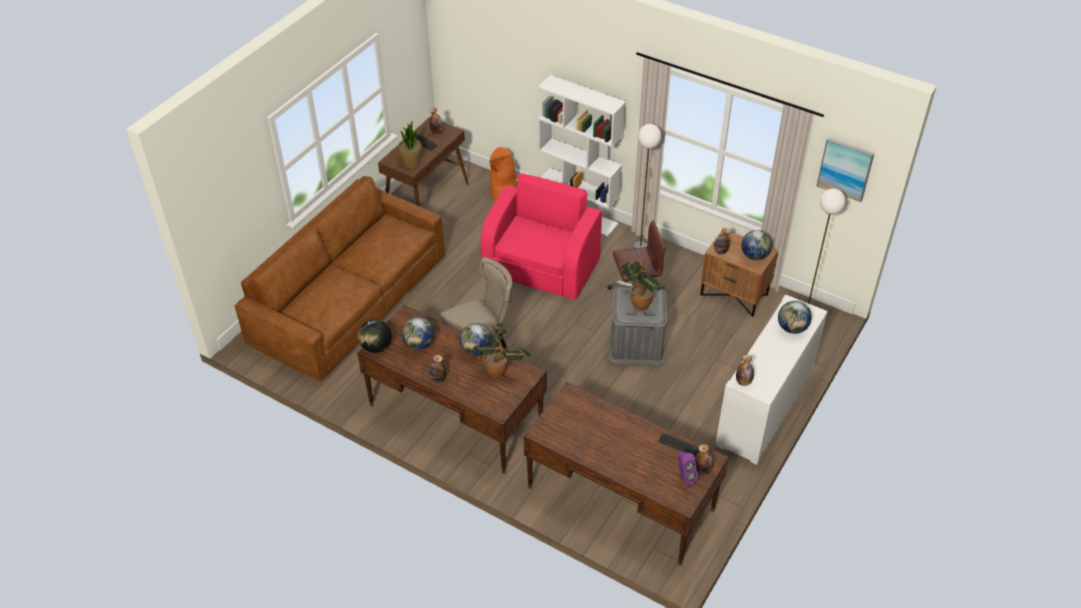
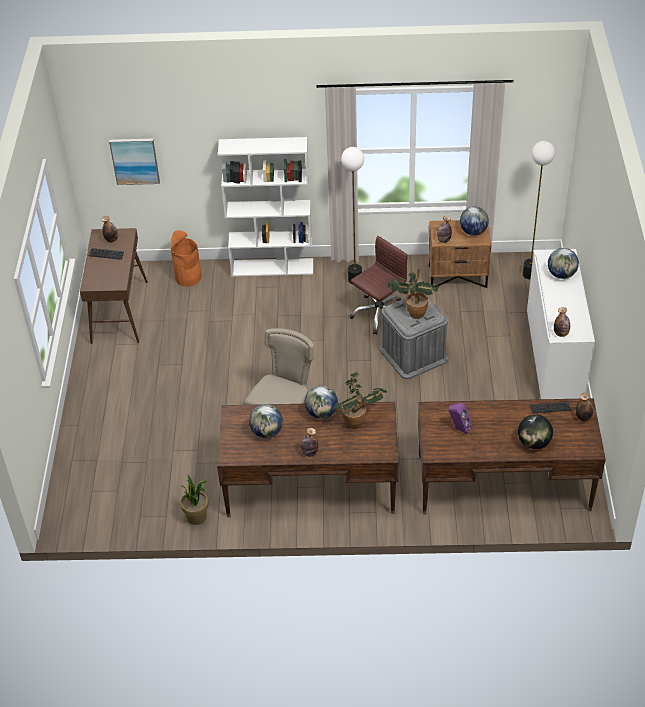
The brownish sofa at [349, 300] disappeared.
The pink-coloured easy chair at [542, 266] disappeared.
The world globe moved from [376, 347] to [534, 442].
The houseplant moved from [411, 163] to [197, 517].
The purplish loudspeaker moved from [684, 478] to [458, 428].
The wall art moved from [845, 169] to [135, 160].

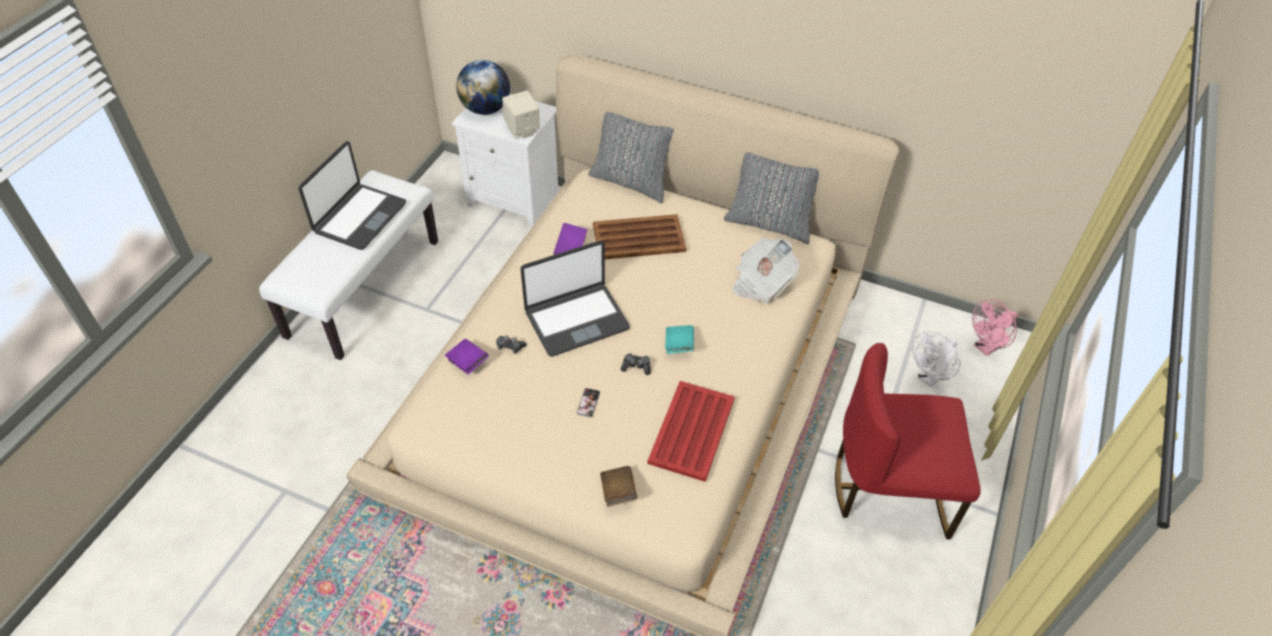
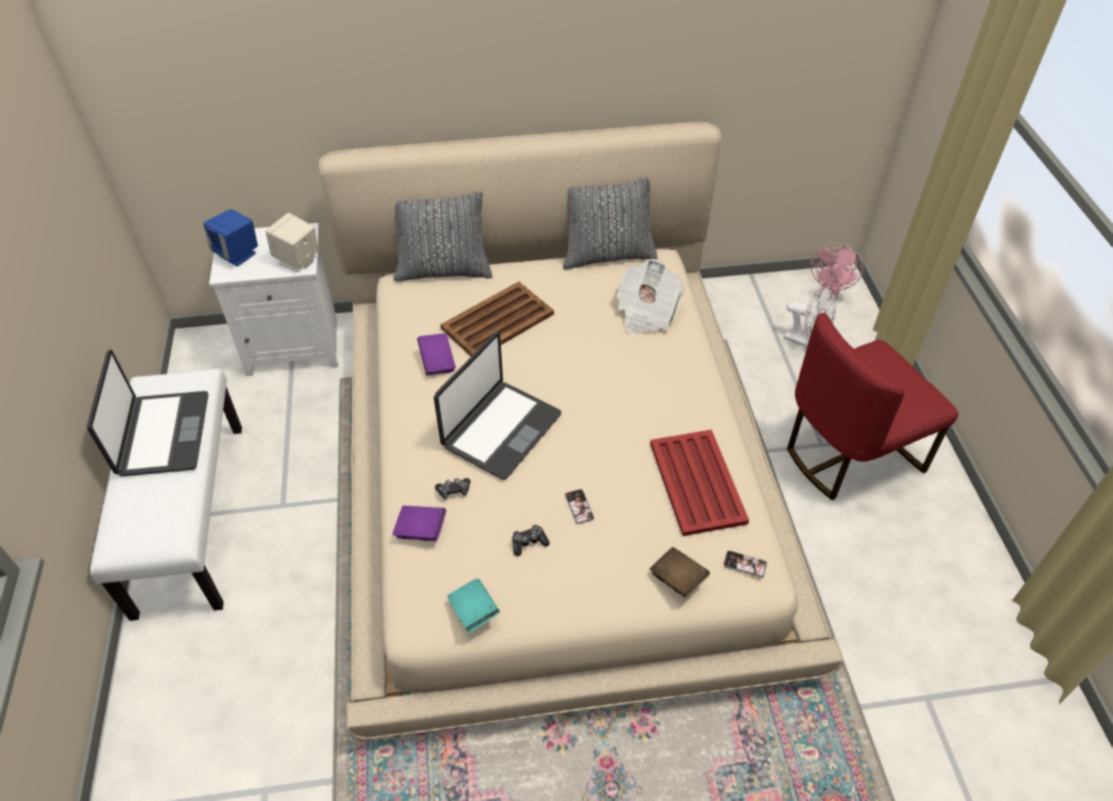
The telephone at [744, 564] appeared.
The gamepad moved from [636, 367] to [529, 543].
The turquoise volume moved from [679, 346] to [473, 611].
The world globe at [486, 109] was replaced by the bluish loudspeaker at [238, 254].
The whitish electric fan at [929, 378] turned 75 degrees counterclockwise.

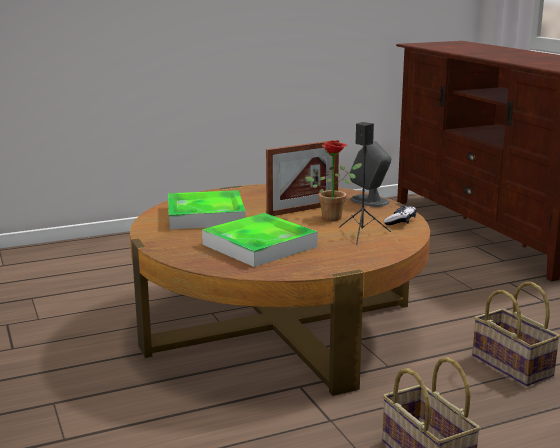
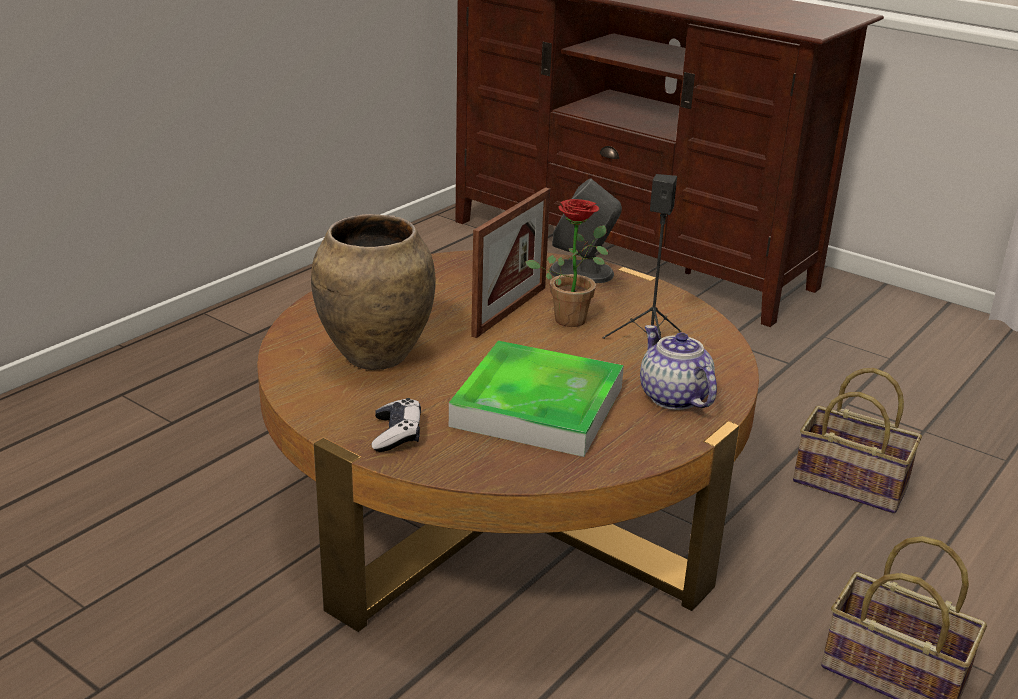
The tea pot at [672, 397] appeared.
The gamepad moved from [400, 222] to [397, 435].
The serving tray at [205, 215] was replaced by the brownish vase at [375, 357].

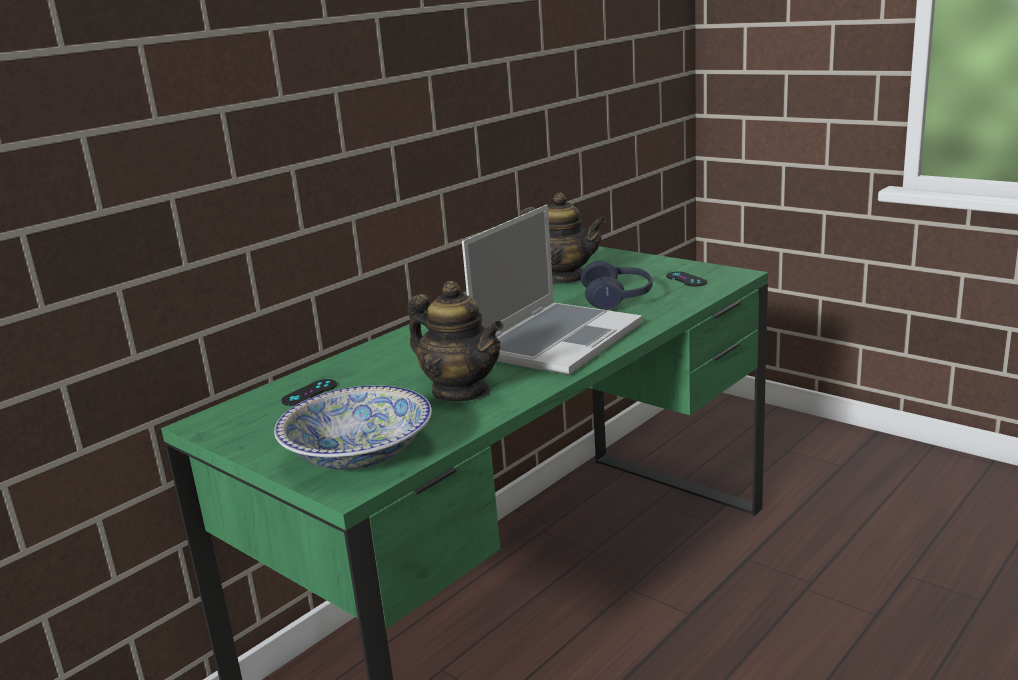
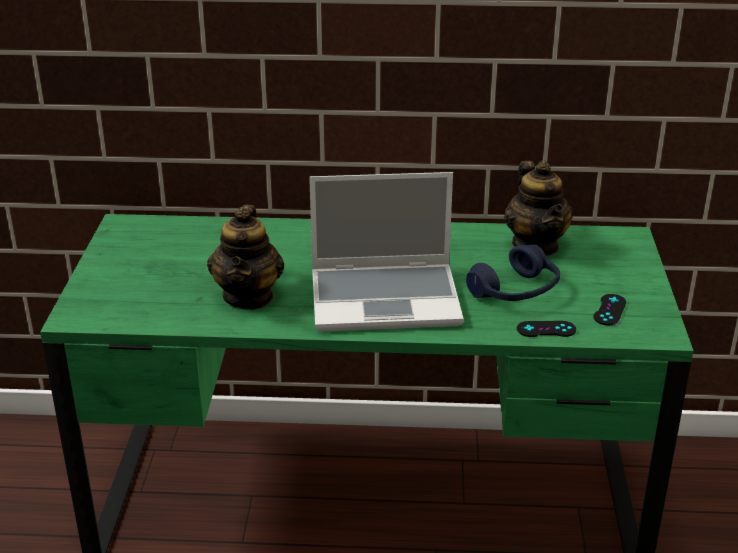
The deep dish at [358, 455] disappeared.
The black-coloured gamepad moved from [309, 393] to [546, 329].

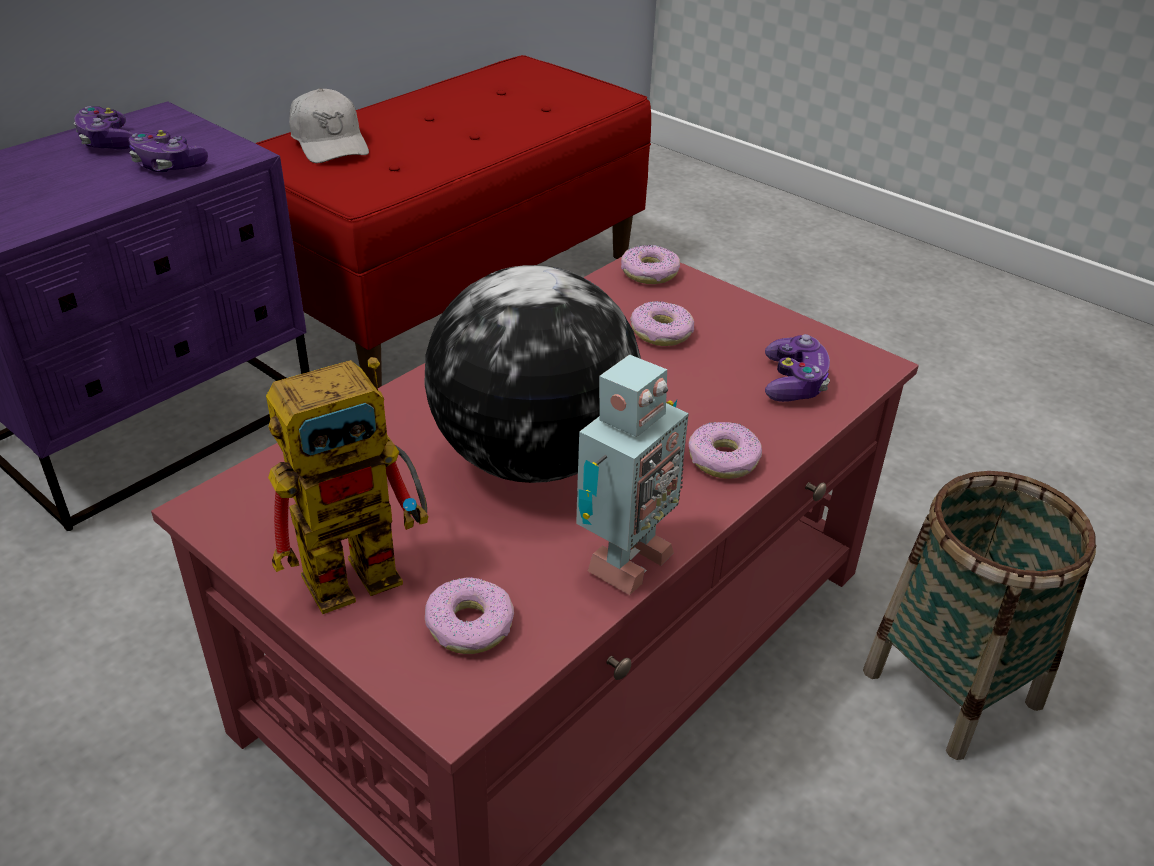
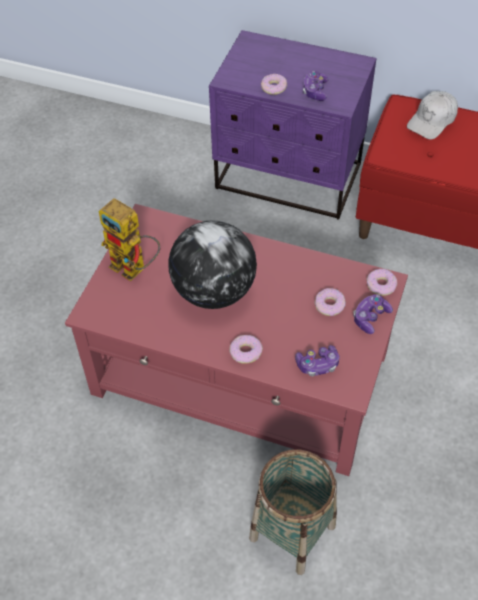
The robot figure at [622, 561] disappeared.
The gamepad moved from [107, 142] to [370, 318].
The ring doughnut moved from [470, 625] to [274, 88].

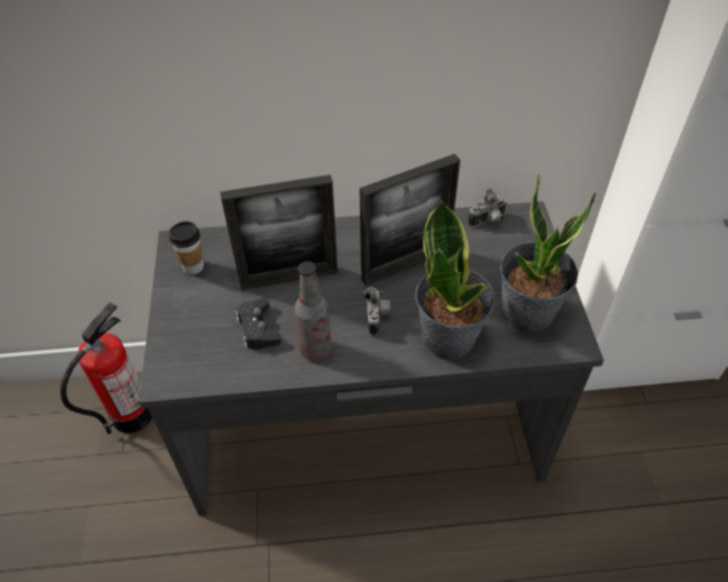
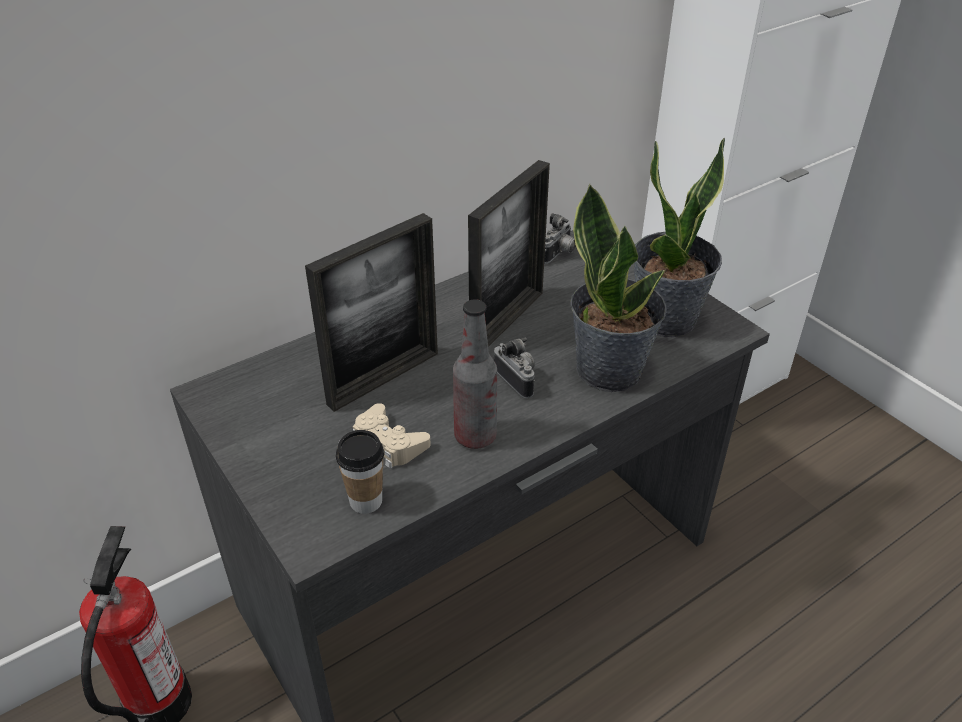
The drinking cup moved from [193, 266] to [366, 501].
The black-coloured gamepad at [258, 329] became the beige-coloured gamepad at [389, 442].

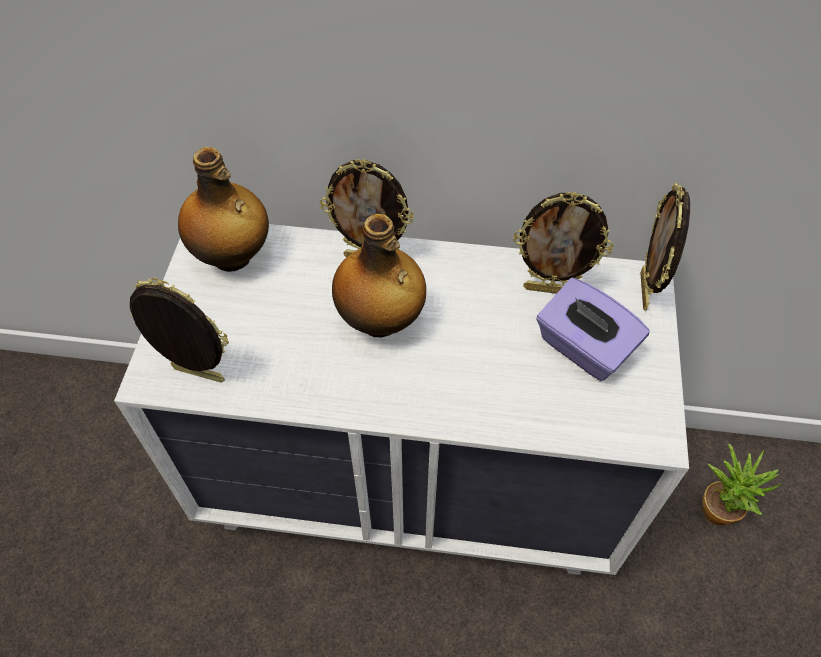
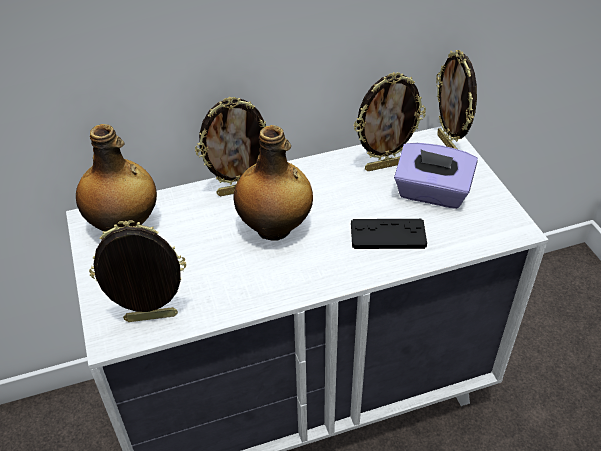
The houseplant at [720, 507] disappeared.
The black-coloured gamepad at [388, 235] appeared.

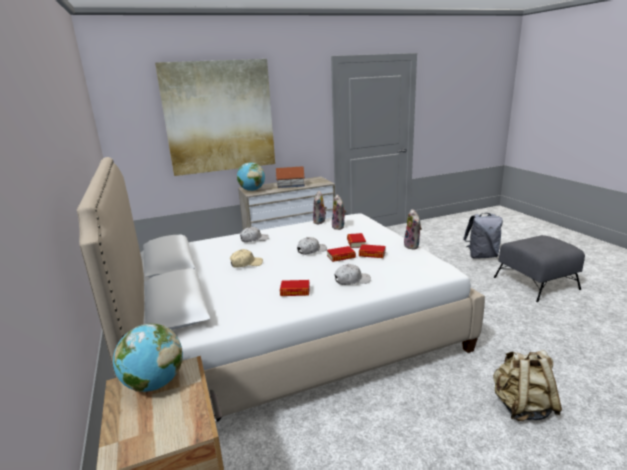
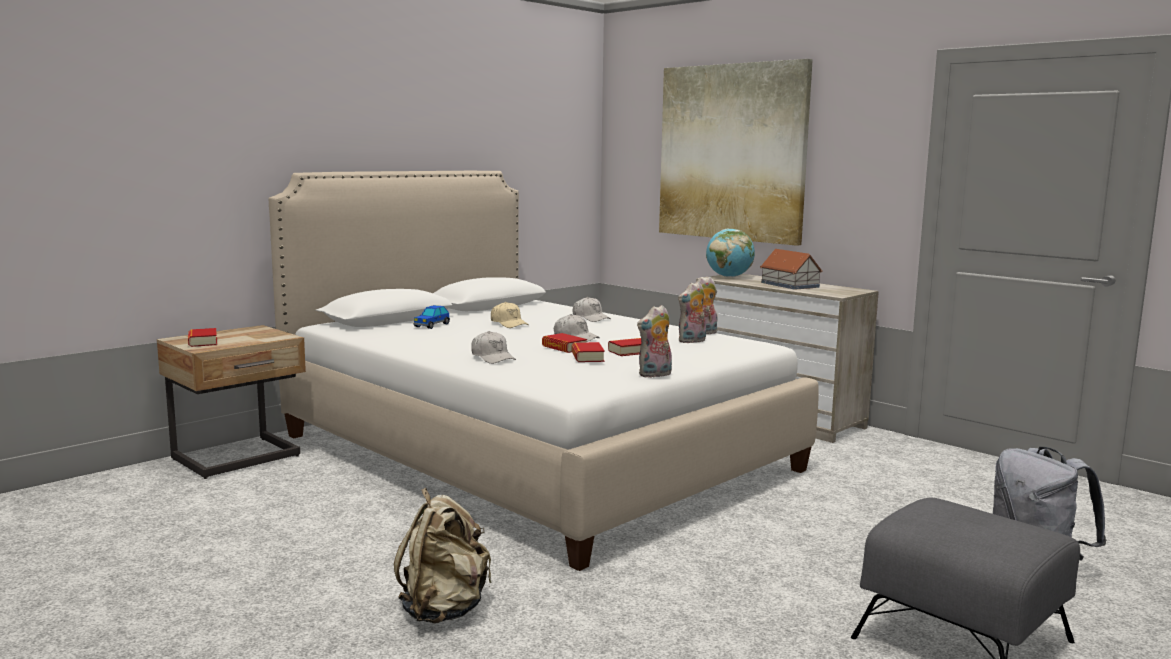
The world globe at [154, 383] disappeared.
The model car at [432, 325] appeared.
The volume moved from [295, 291] to [203, 342].

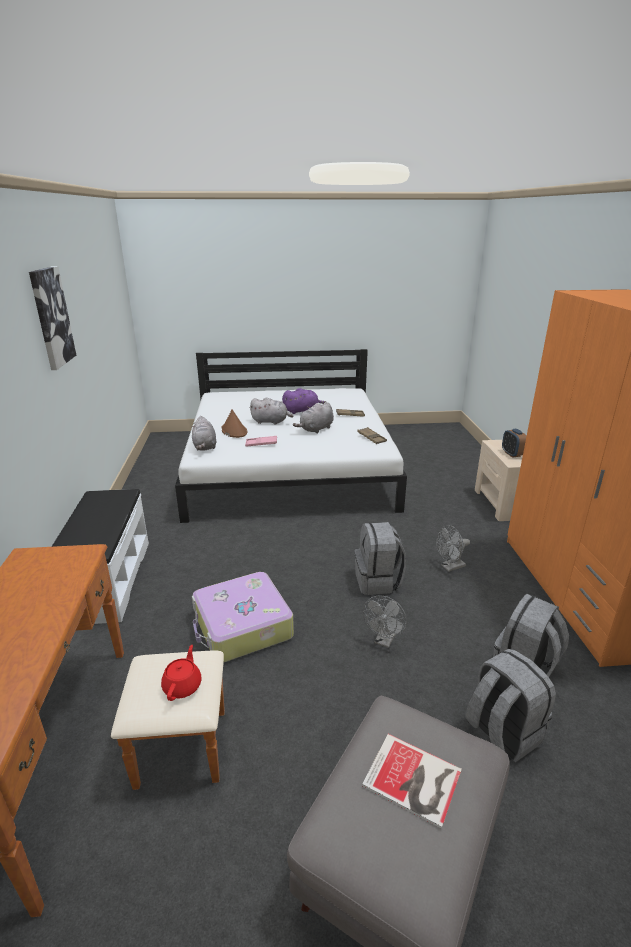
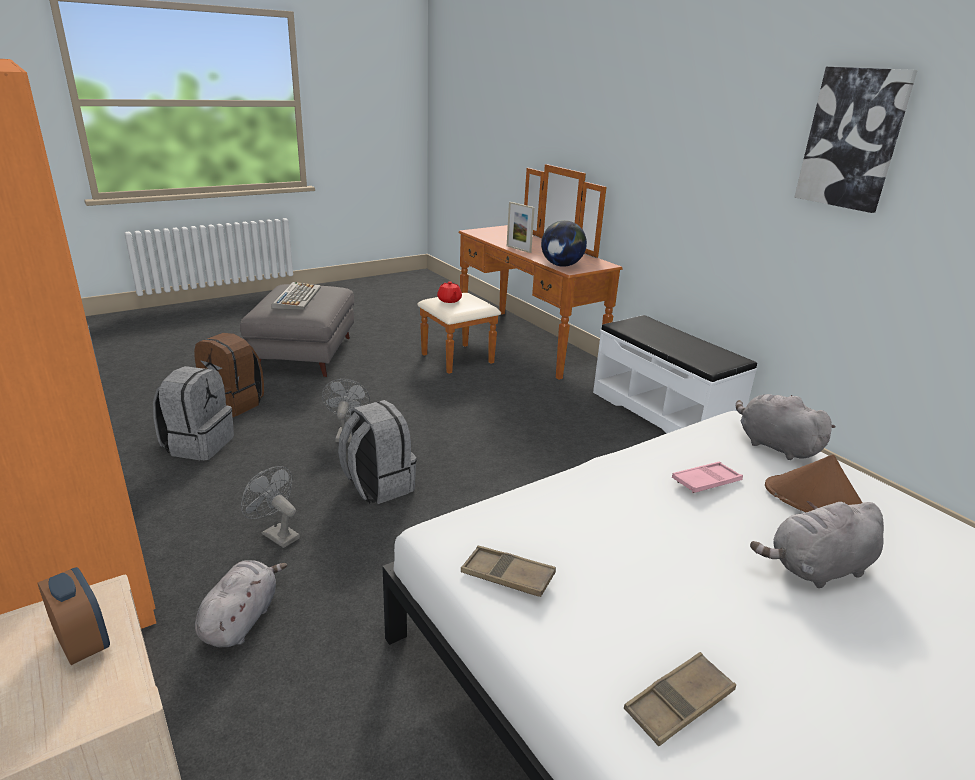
The travel case at [242, 627] disappeared.
The purplish soft toy at [302, 411] disappeared.
The photo frame at [518, 249] appeared.
The world globe at [561, 265] appeared.
The grey soft toy moved from [316, 429] to [241, 619].
The volume at [414, 781] was replaced by the computer keyboard at [297, 297].
The grey knapsack at [501, 732] became the brownish knapsack at [234, 404].
The grey electric fan at [450, 567] turned 90 degrees counterclockwise.

